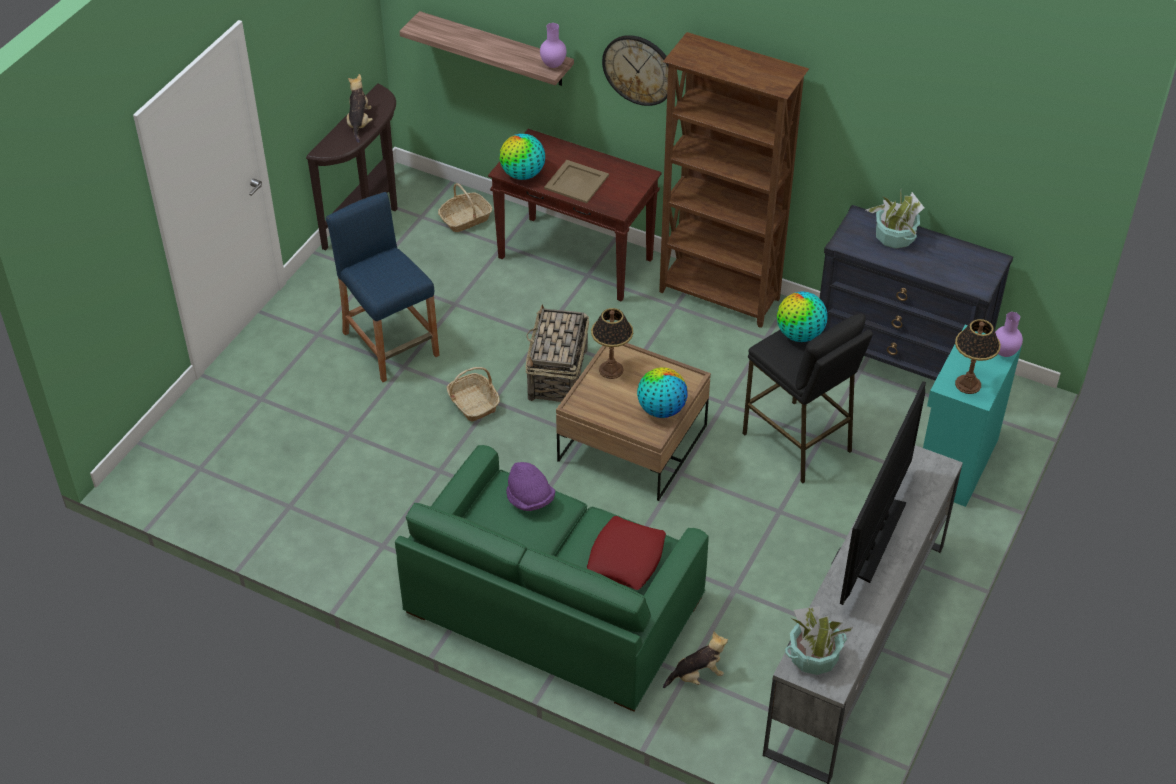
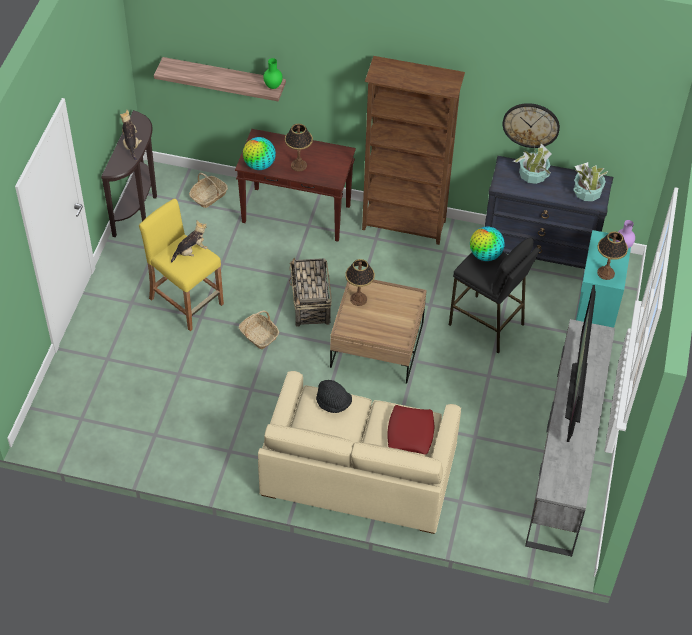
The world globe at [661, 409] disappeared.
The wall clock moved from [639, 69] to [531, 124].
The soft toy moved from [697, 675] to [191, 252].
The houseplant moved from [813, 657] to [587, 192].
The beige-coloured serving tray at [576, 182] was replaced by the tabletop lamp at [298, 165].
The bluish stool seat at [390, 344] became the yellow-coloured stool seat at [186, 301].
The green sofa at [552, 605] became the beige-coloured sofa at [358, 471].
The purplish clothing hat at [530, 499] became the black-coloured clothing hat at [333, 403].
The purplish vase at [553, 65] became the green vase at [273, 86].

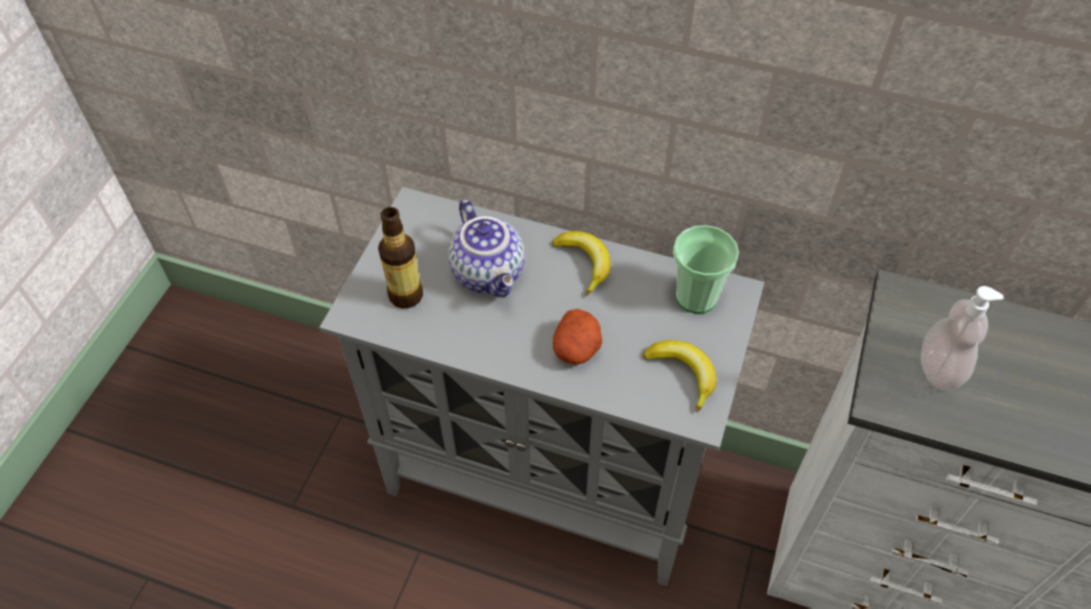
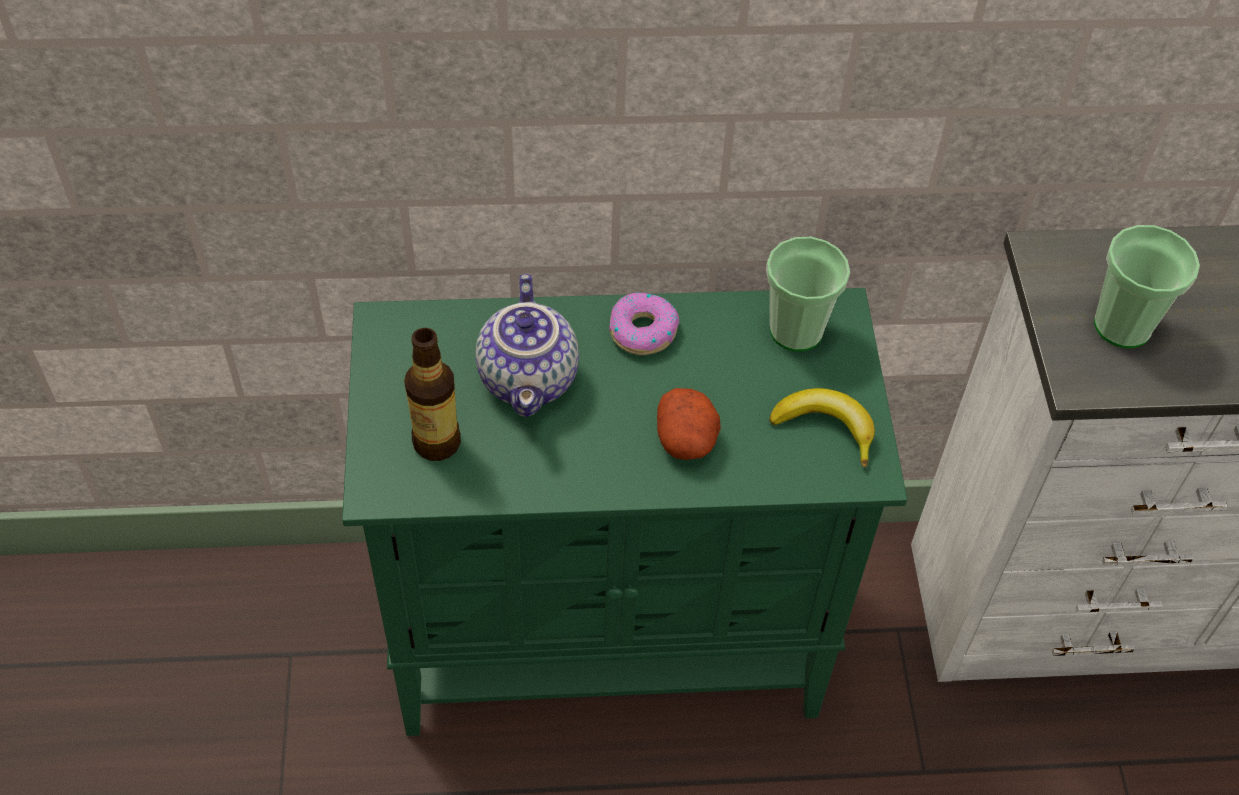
The whole banana at [584, 263] was replaced by the ring doughnut at [642, 330].
The liquid soap bottle at [939, 368] was replaced by the drinking cup at [1122, 326].
The grey cupboard at [549, 478] became the green cupboard at [612, 637].
The tea pot at [490, 273] turned 45 degrees clockwise.

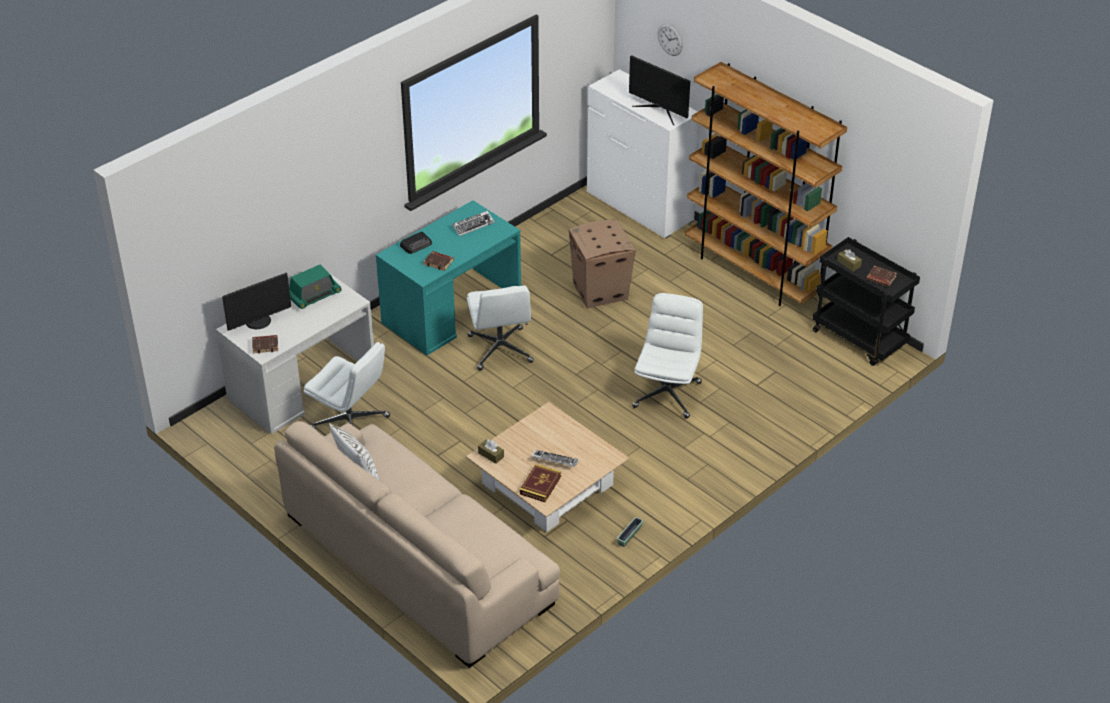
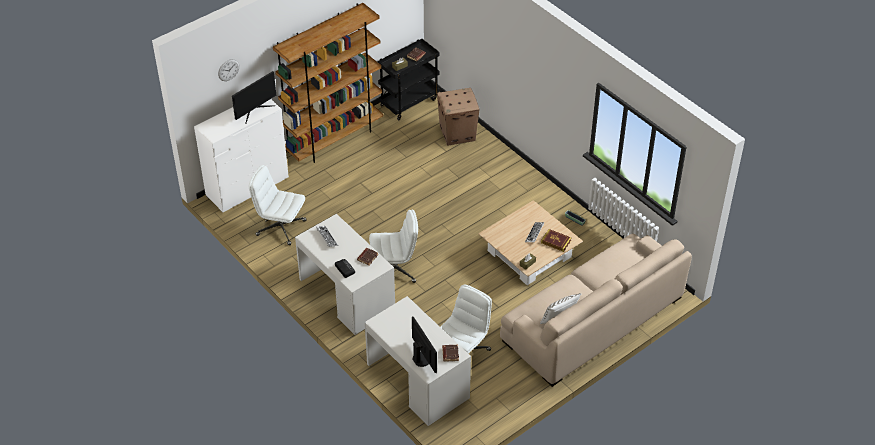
The radio receiver at [314, 295] disappeared.
The packing box moved from [600, 291] to [458, 133].
The whitish office chair moved from [667, 394] to [280, 228].
The turquoise desk unit at [451, 310] became the whitish desk unit at [347, 294].

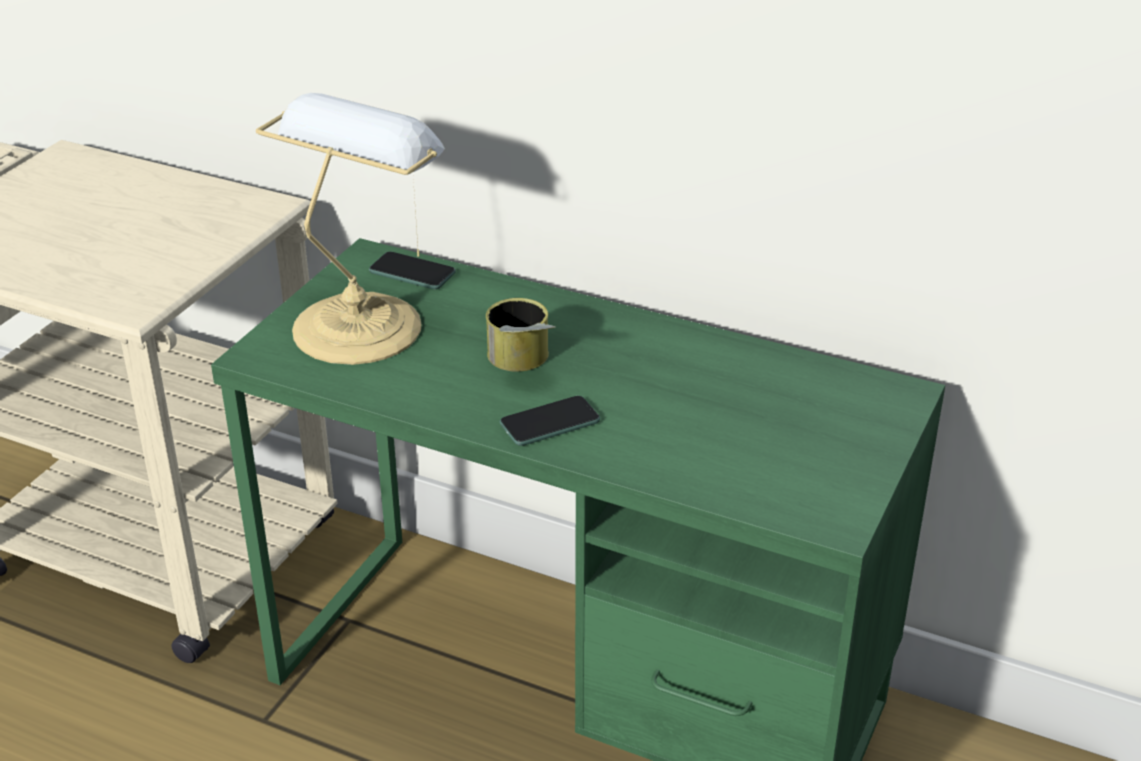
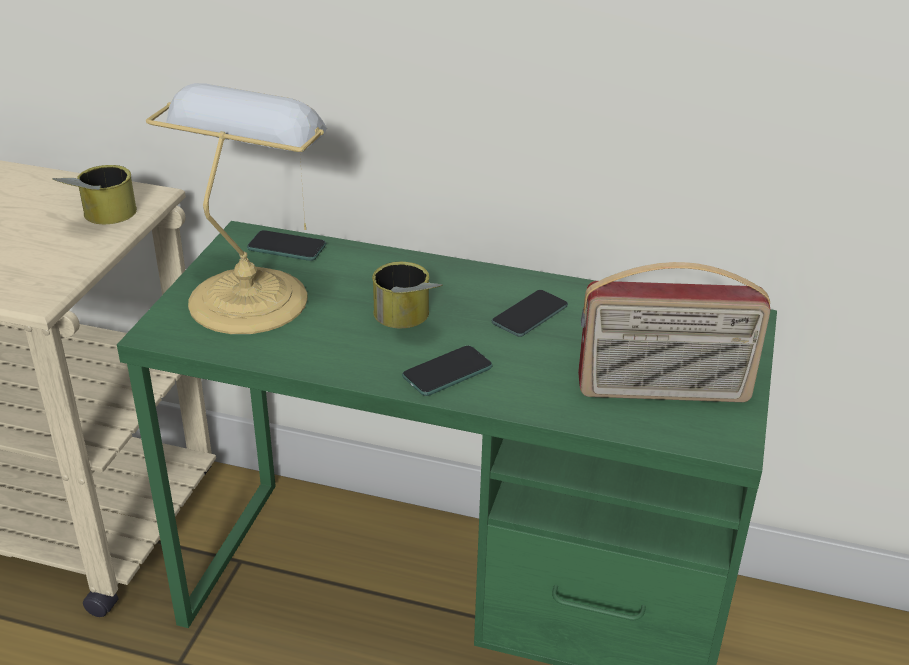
The can at [100, 219] appeared.
The telephone at [530, 314] appeared.
The radio receiver at [663, 392] appeared.

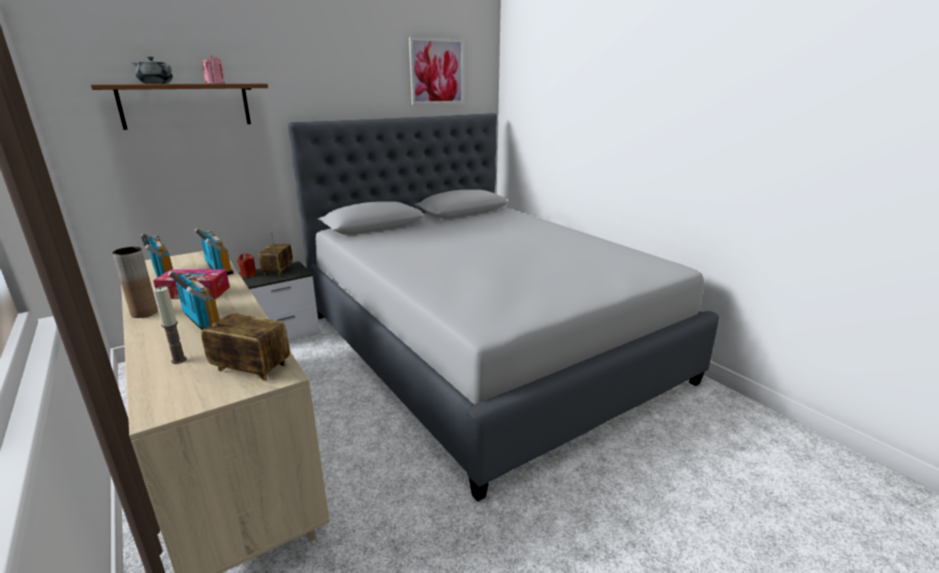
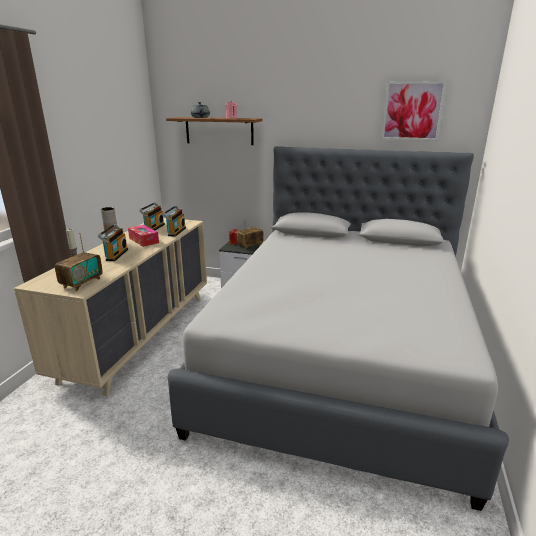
The radio receiver at [251, 368] turned 45 degrees clockwise.

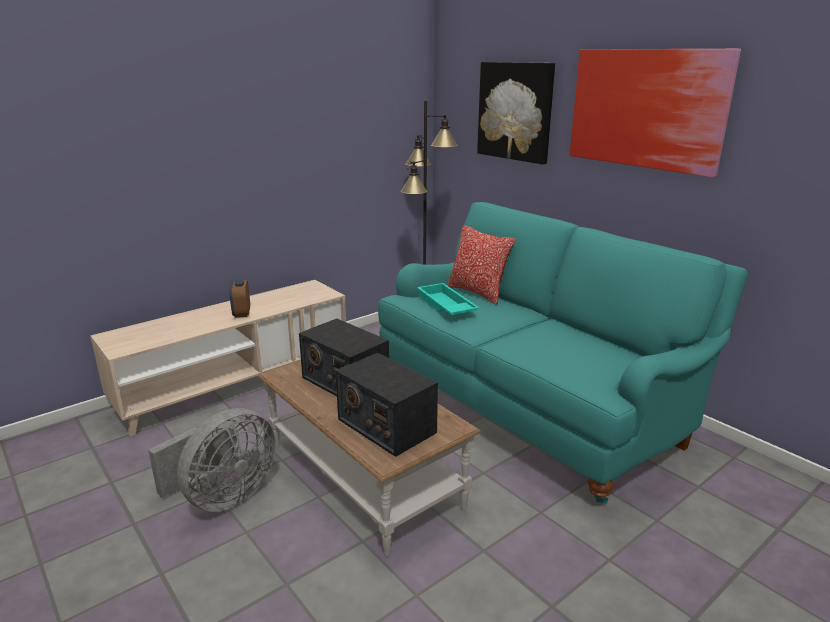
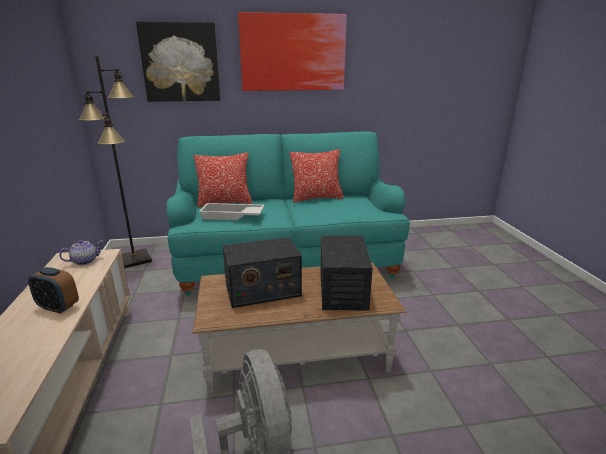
The tea pot at [85, 261] appeared.
The pillow at [316, 198] appeared.
The turquoise serving tray at [445, 306] became the whitish serving tray at [231, 216].
The radio receiver at [386, 425] turned 75 degrees counterclockwise.

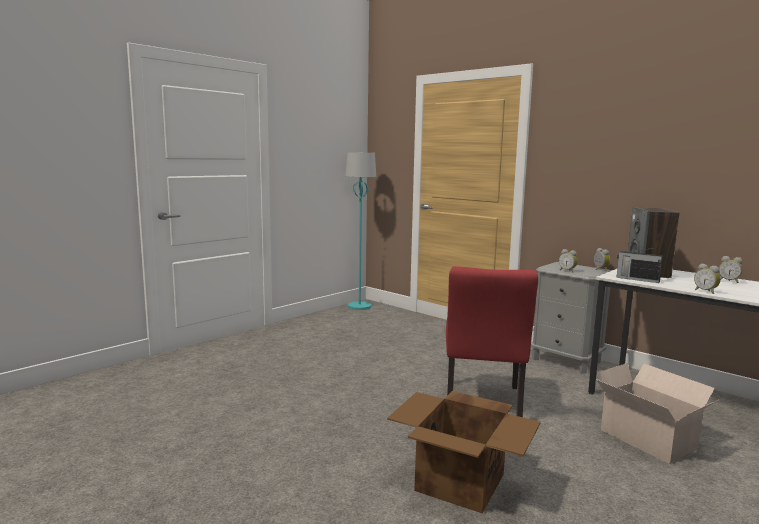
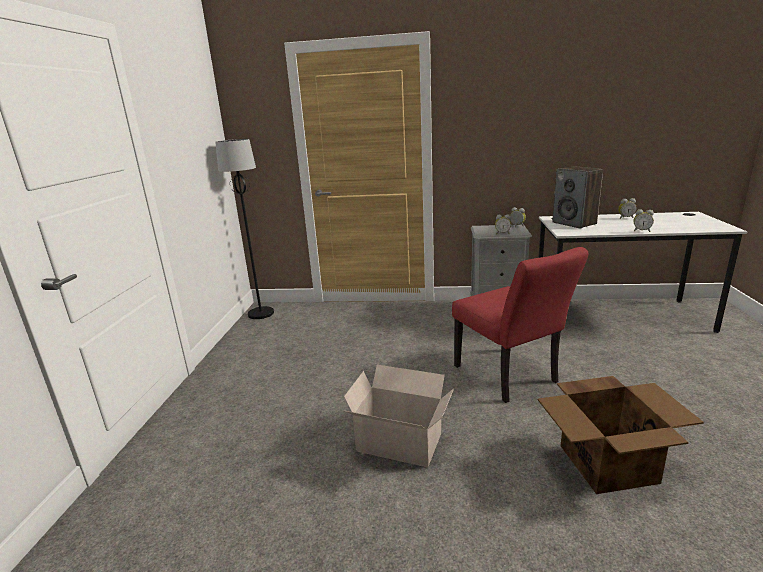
The radio receiver at [637, 279] disappeared.
The packing box moved from [649, 440] to [401, 443].
The turquoise floor lamp at [359, 306] became the black-coloured floor lamp at [261, 313].

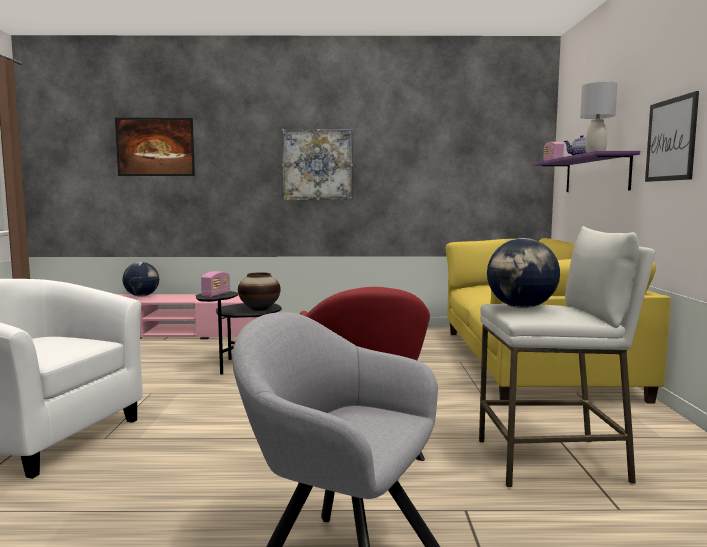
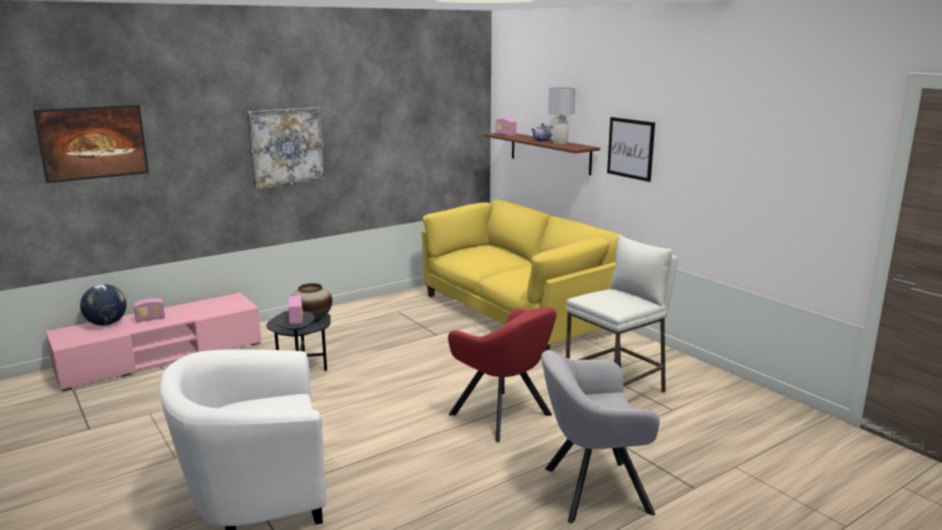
The world globe at [521, 307] disappeared.
The radio receiver at [150, 319] appeared.
The purplish wall shelf at [596, 174] became the brownish wall shelf at [549, 152].

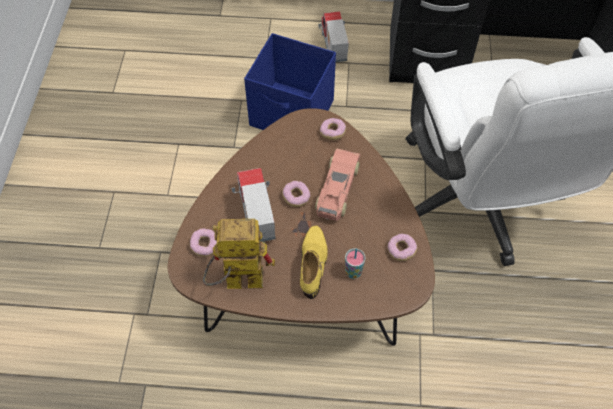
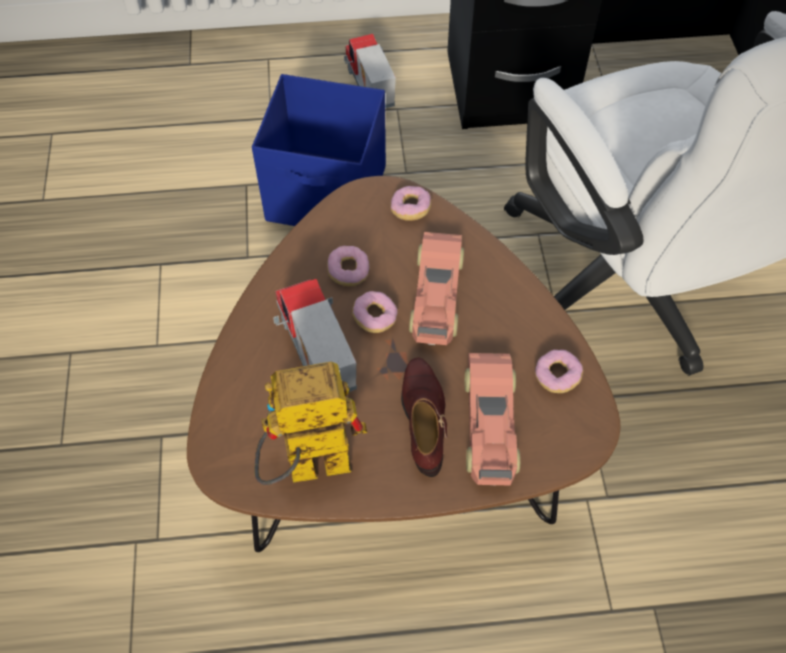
The ring doughnut moved from [205, 246] to [348, 272].
The drinking cup at [353, 272] was replaced by the model car at [490, 423].
The yellow-coloured low shoe at [313, 263] became the brownish low shoe at [424, 419].

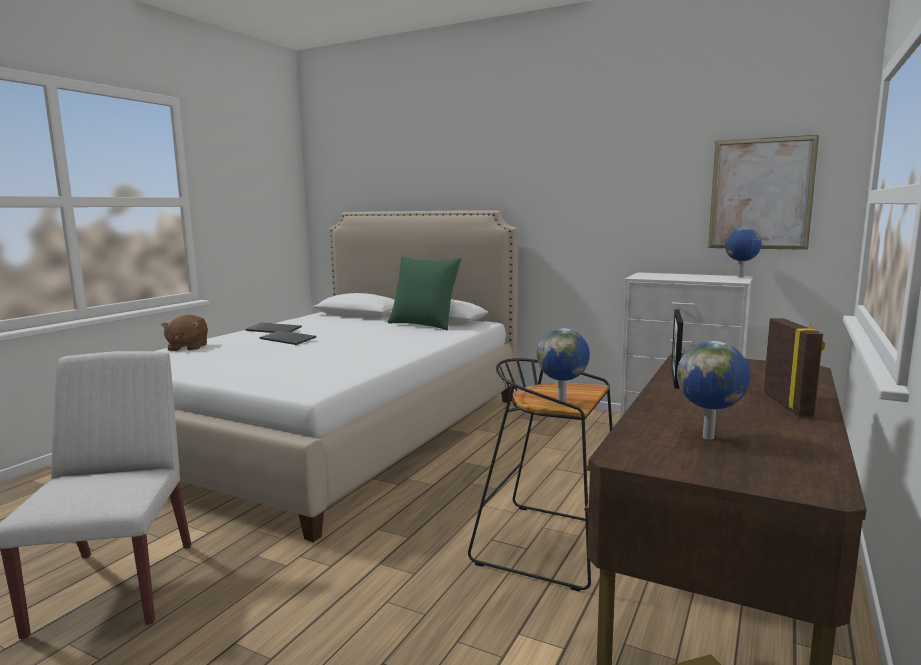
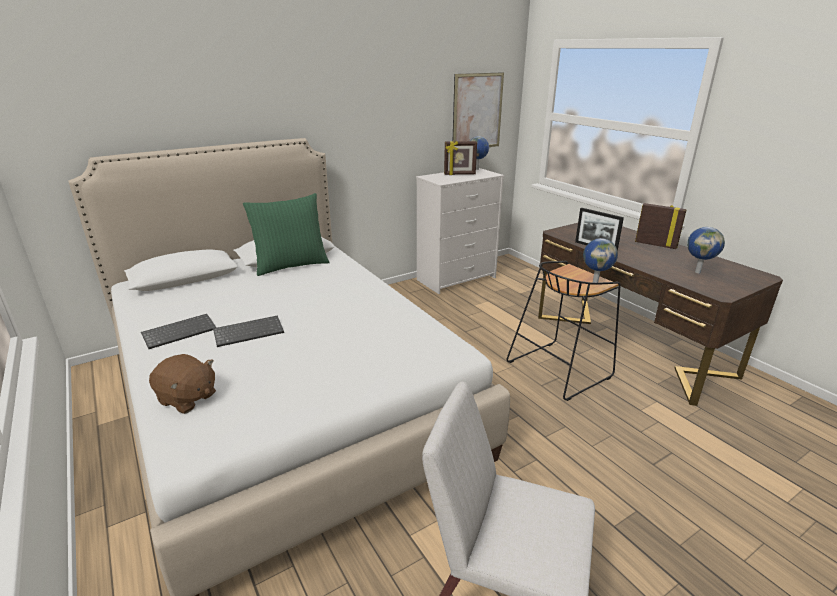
The photo frame at [459, 174] appeared.

